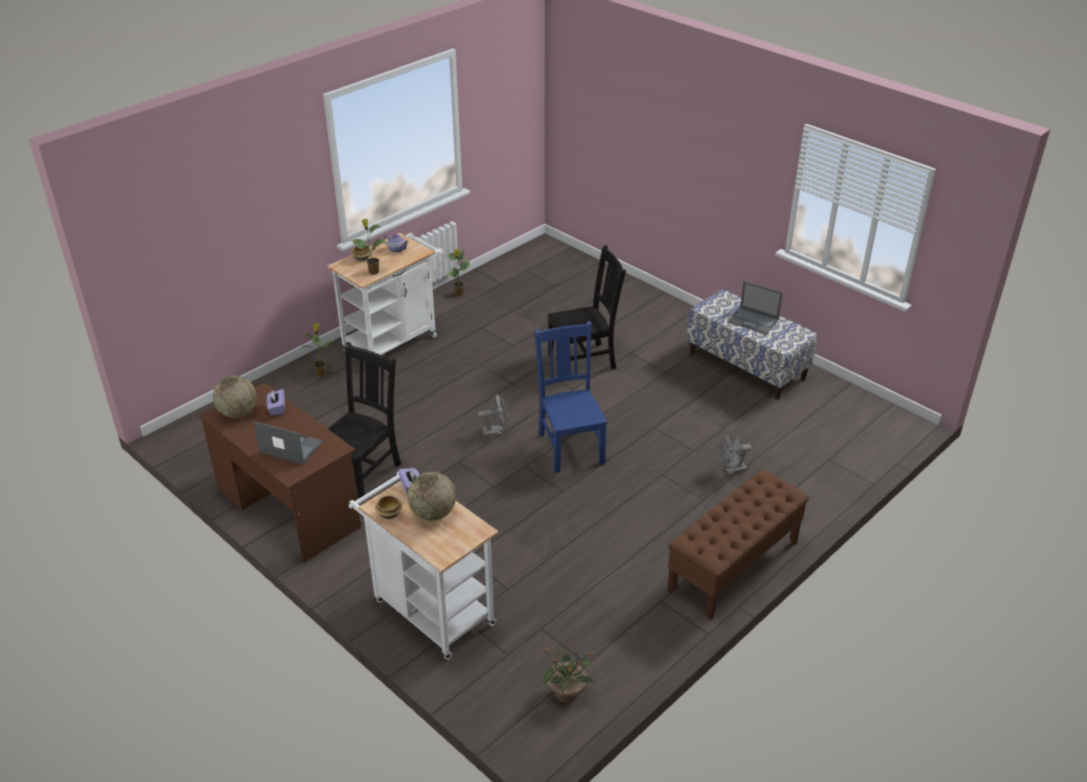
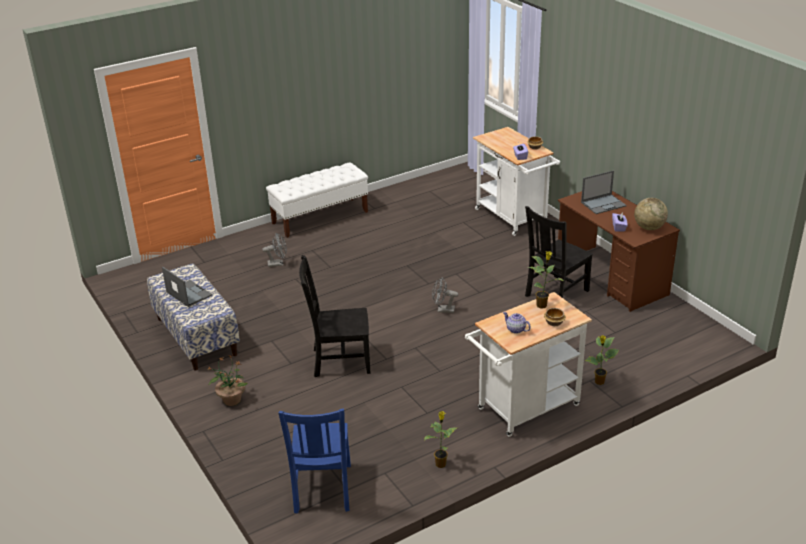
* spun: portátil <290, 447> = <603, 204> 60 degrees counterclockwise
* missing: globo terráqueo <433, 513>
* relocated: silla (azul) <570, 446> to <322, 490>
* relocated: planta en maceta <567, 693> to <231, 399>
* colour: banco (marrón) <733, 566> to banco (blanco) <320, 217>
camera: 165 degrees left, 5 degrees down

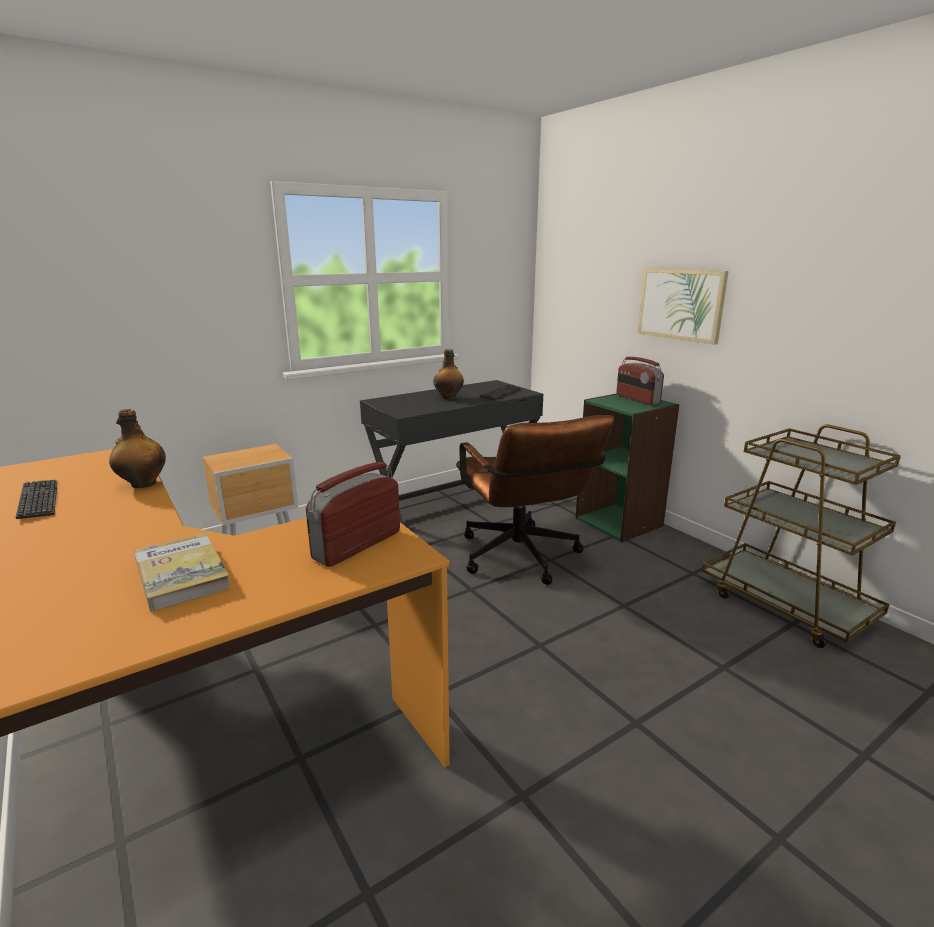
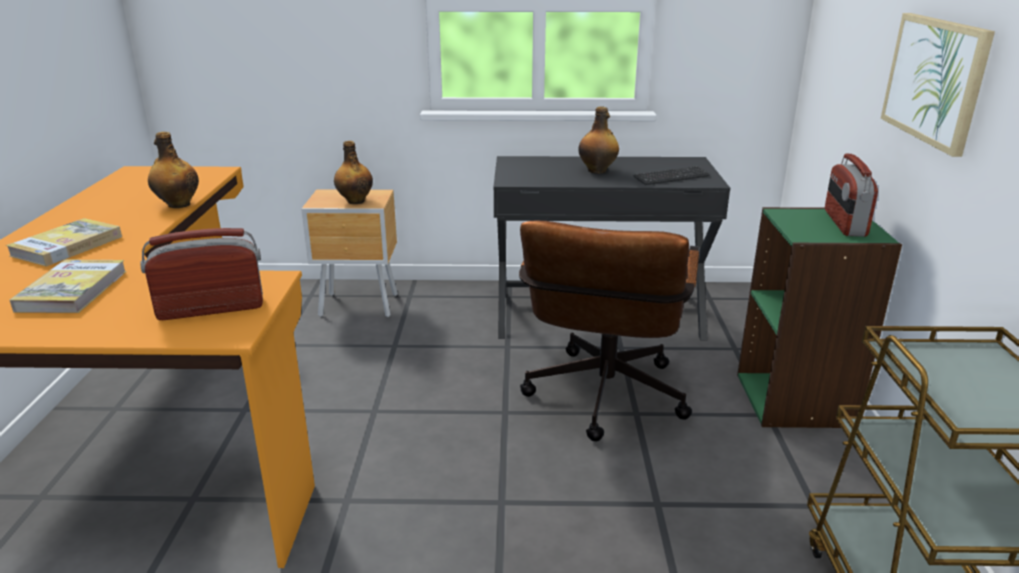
* missing: teclado <39, 500>
* appeared: libro <67, 246>
* appeared: botella <355, 201>
camera: 35 degrees right, 5 degrees up

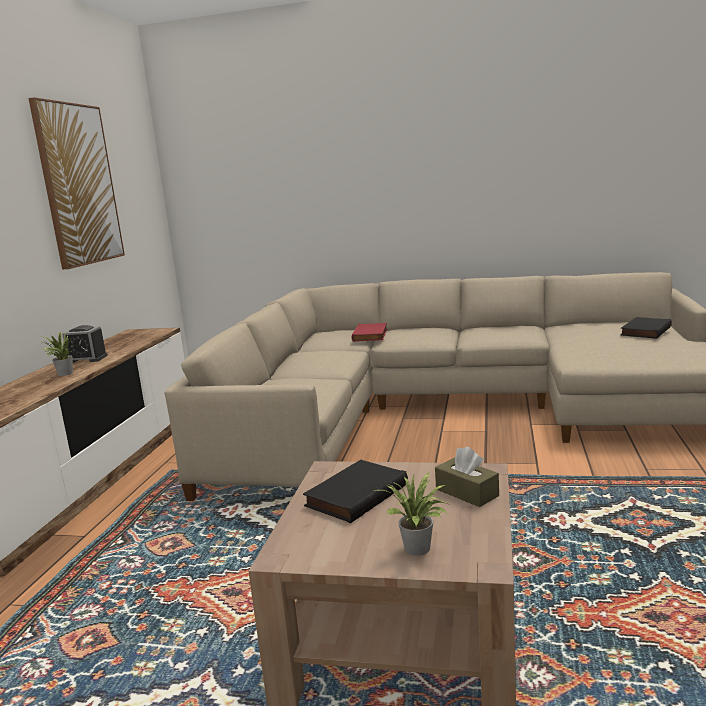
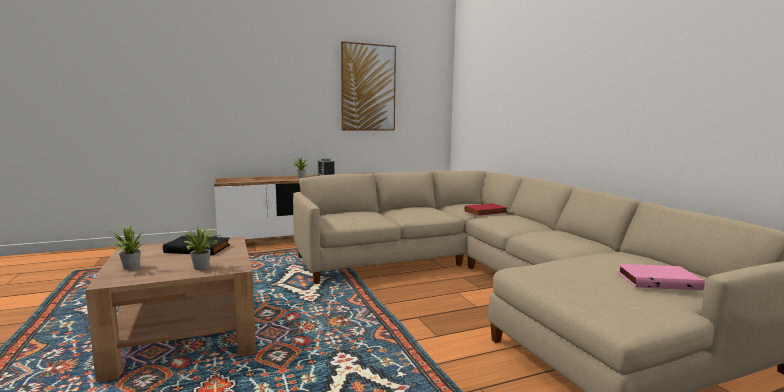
* exchanged: caja de pañuelos (marrón) <467, 492> to planta en maceta <203, 267>
* colour: libro (negro) <644, 331> to libro (rosa) <657, 280>
camera: 55 degrees right, 5 degrees down

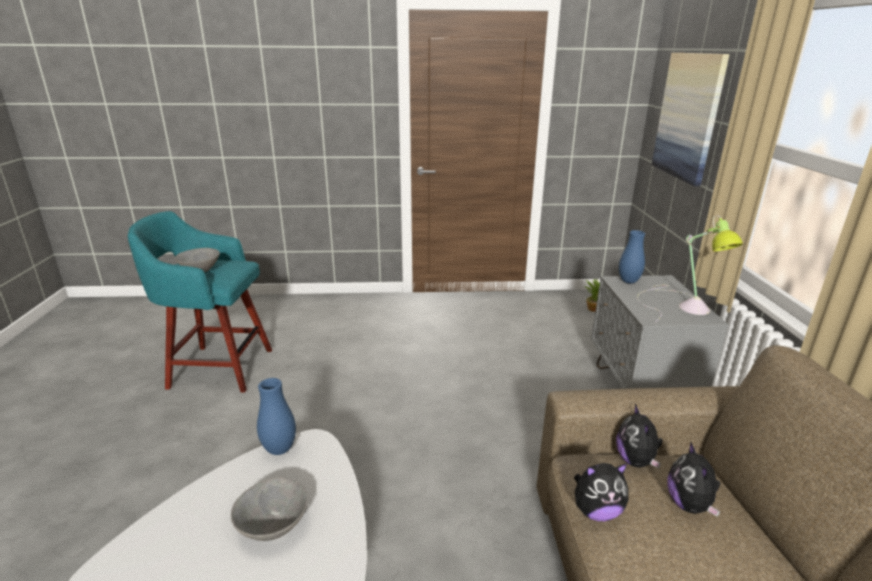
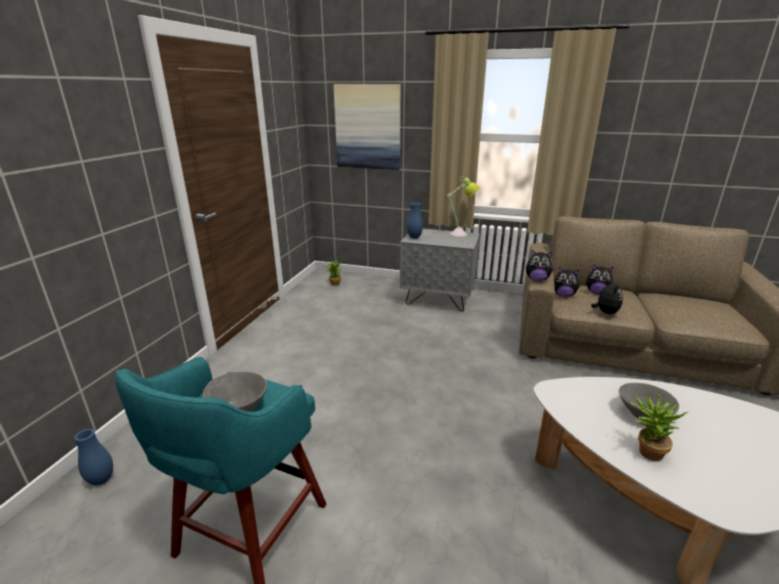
* relocated: florero (azul) <279, 449> to <101, 480>
* appeared: peluche <537, 279>
* appeared: planta en maceta <645, 451>
camera: 70 degrees left, 0 degrees up

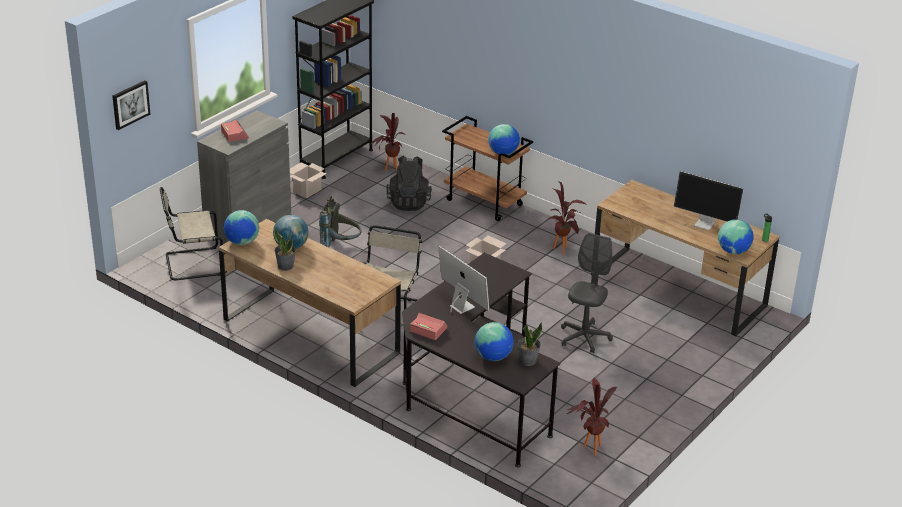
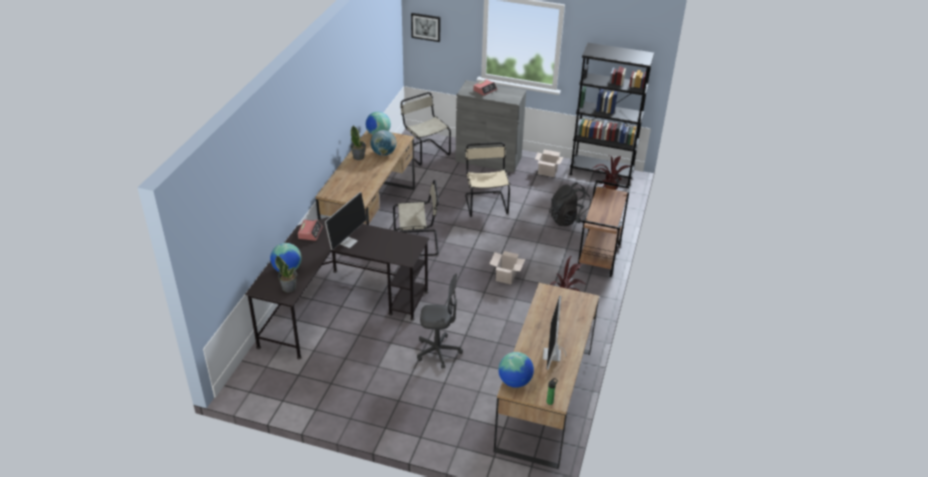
* exchanged: mochila (gris) <340, 246> to silla (beis) <486, 203>
* missing: globo terráqueo <503, 153>
* missing: planta en maceta <588, 448>
camera: 70 degrees right, 5 degrees up

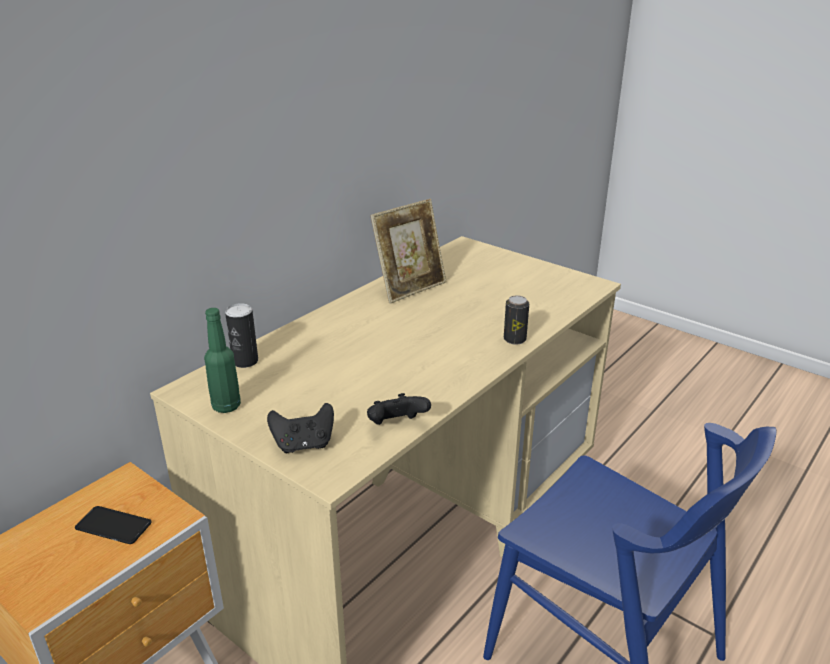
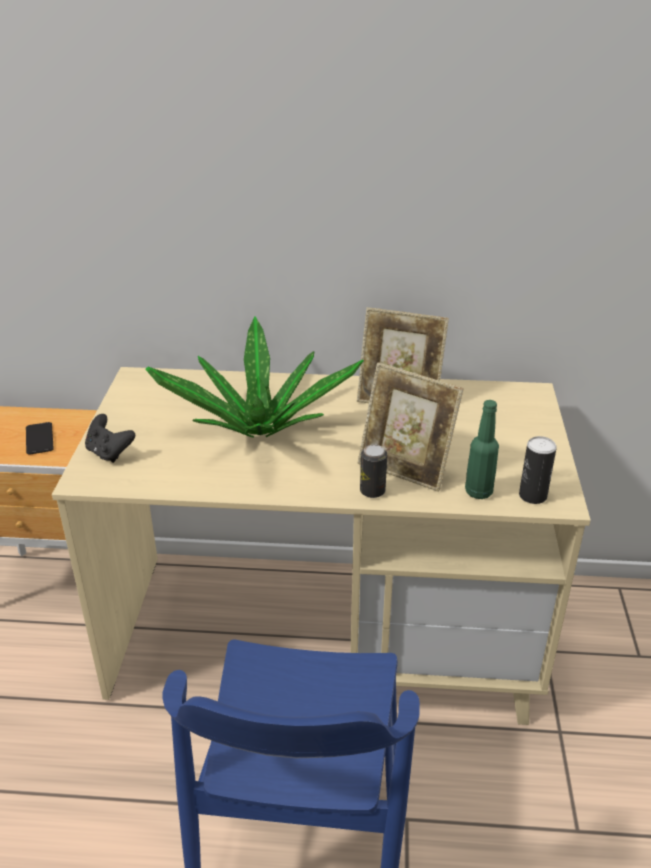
* relocated: botella (verde) <226, 406> to <478, 492>
* relocated: lata <245, 361> to <532, 496>
* missing: mando de consola (negro) <396, 426>
* appeared: planta en maceta <259, 428>
* appeared: portarretratos <405, 469>
camera: 55 degrees right, 5 degrees up

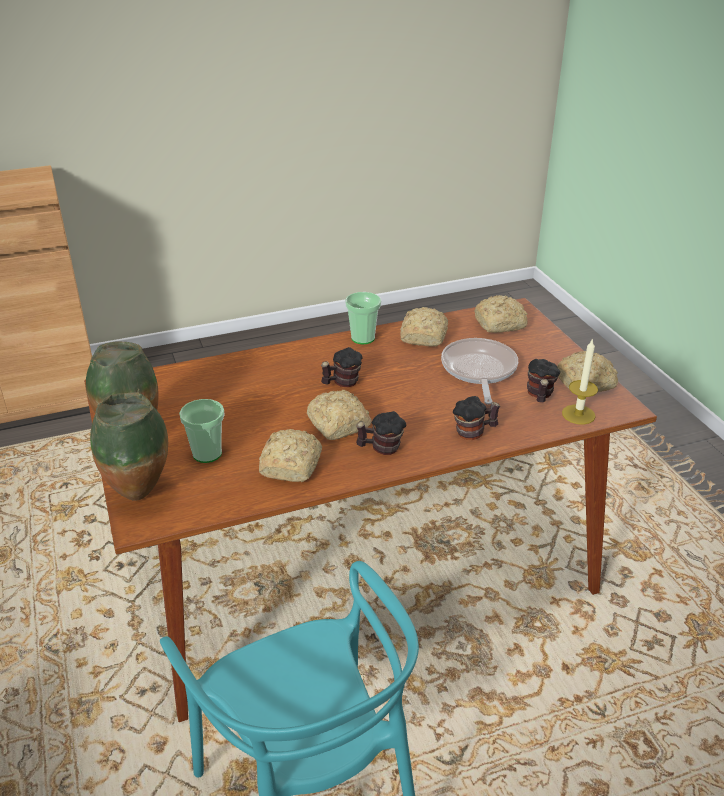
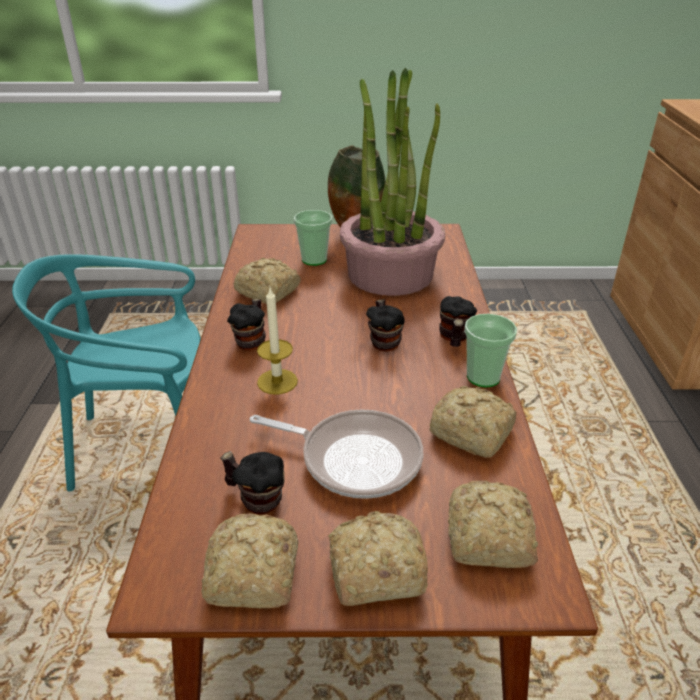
* missing: florero <141, 495>
* relocated: pan <338, 425> to <373, 570>
* relocated: taza grande <474, 433> to <454, 339>
* relocated: vela <578, 414> to <277, 381>
* appeared: planta en maceta <390, 274>
camera: 110 degrees right, 0 degrees up

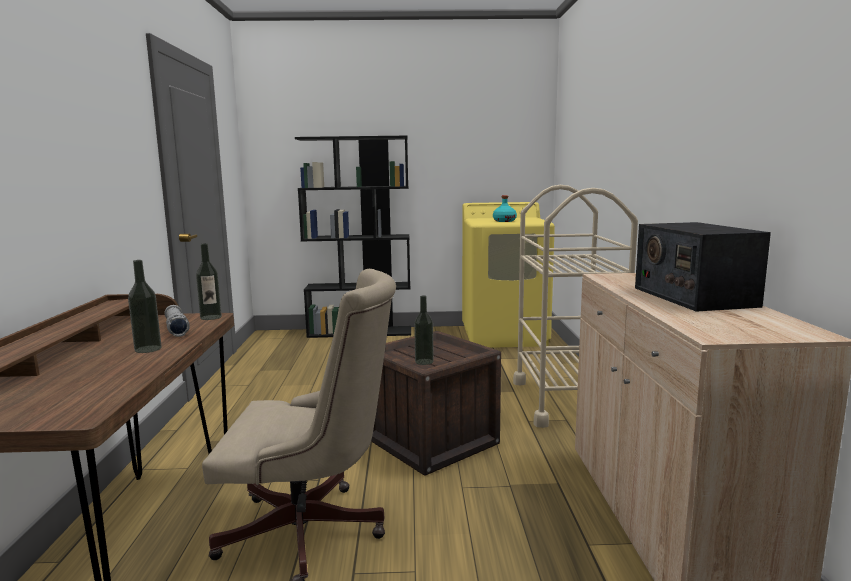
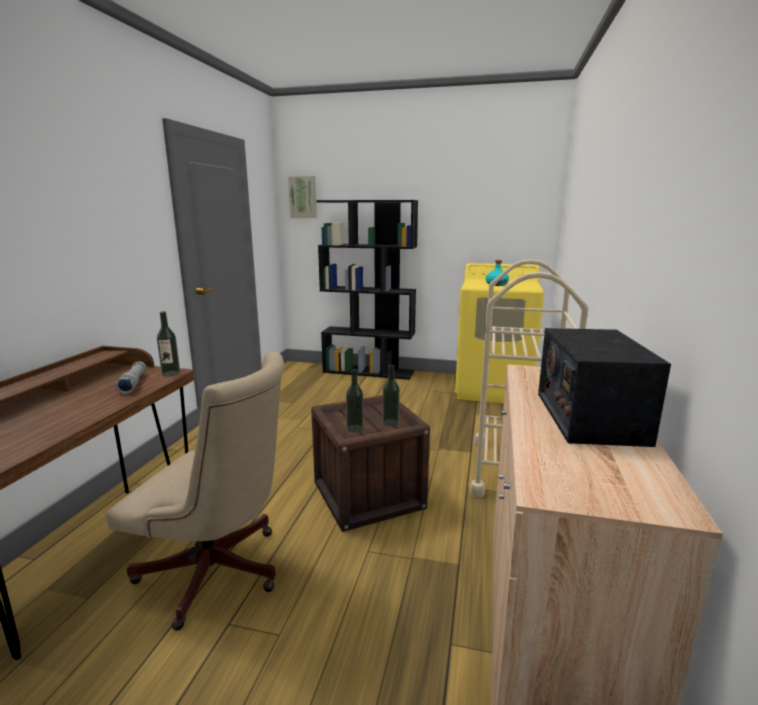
* relocated: botella <148, 349> to <390, 422>
* appeared: cuadro <303, 197>
camera: 15 degrees right, 5 degrees up

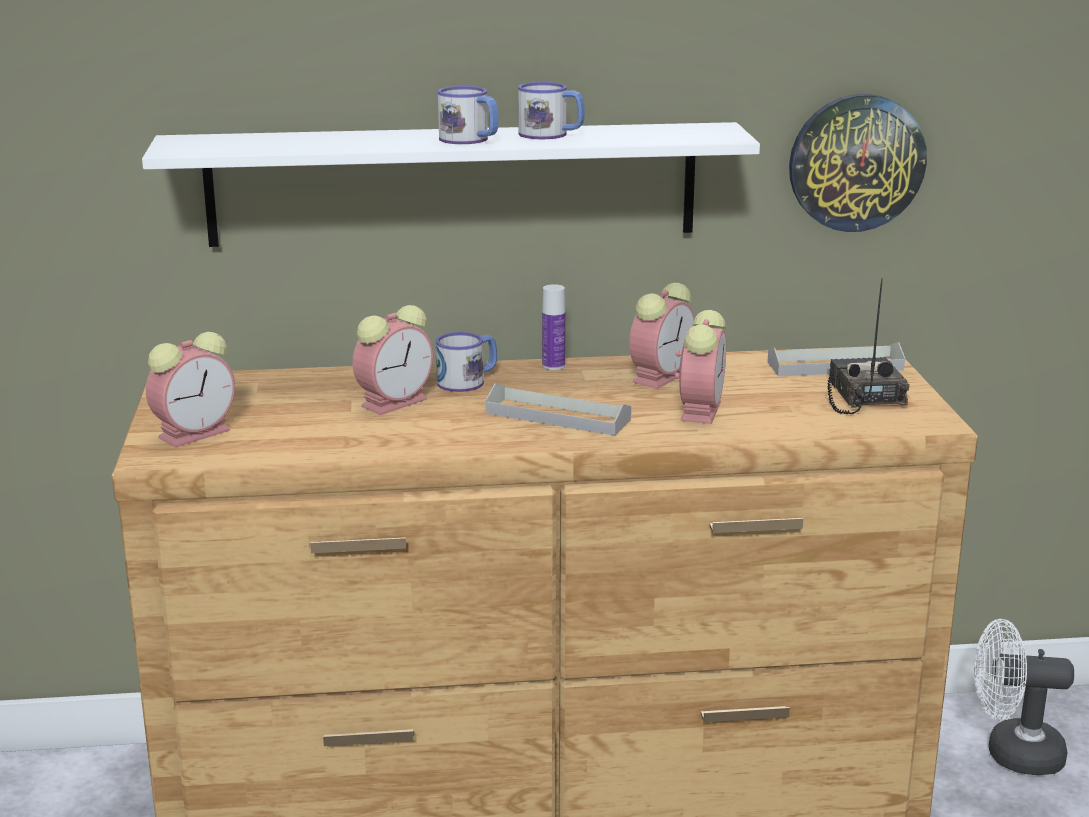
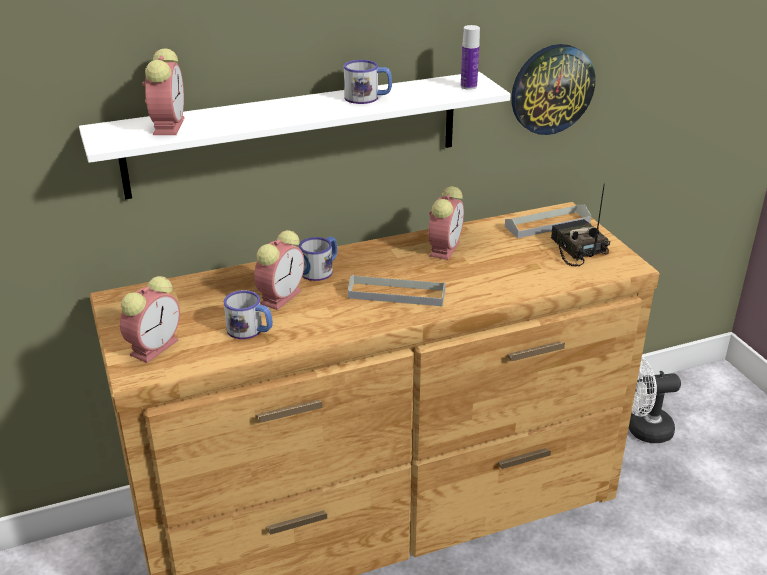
* relocated: taza grande <470, 140> to <250, 330>
* relocated: botella <553, 366> to <468, 86>
* relocated: despertador <700, 410> to <168, 125>
camera: 15 degrees left, 10 degrees up

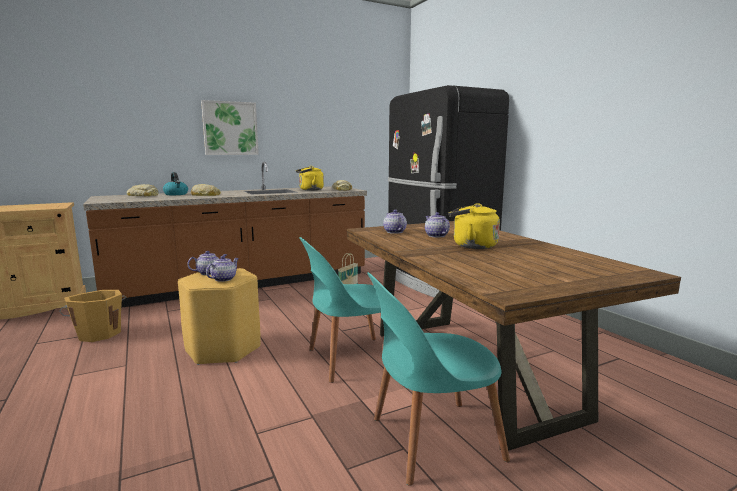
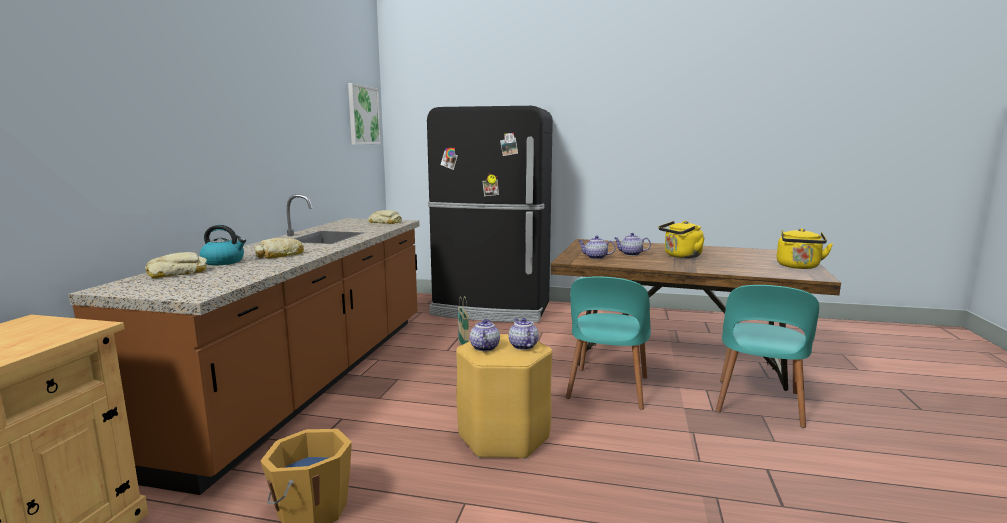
* relocated: cuadro <230, 128> to <363, 115>
* relocated: hervidor (amarillo) <309, 190> to <798, 267>
camera: 50 degrees left, 0 degrees up

